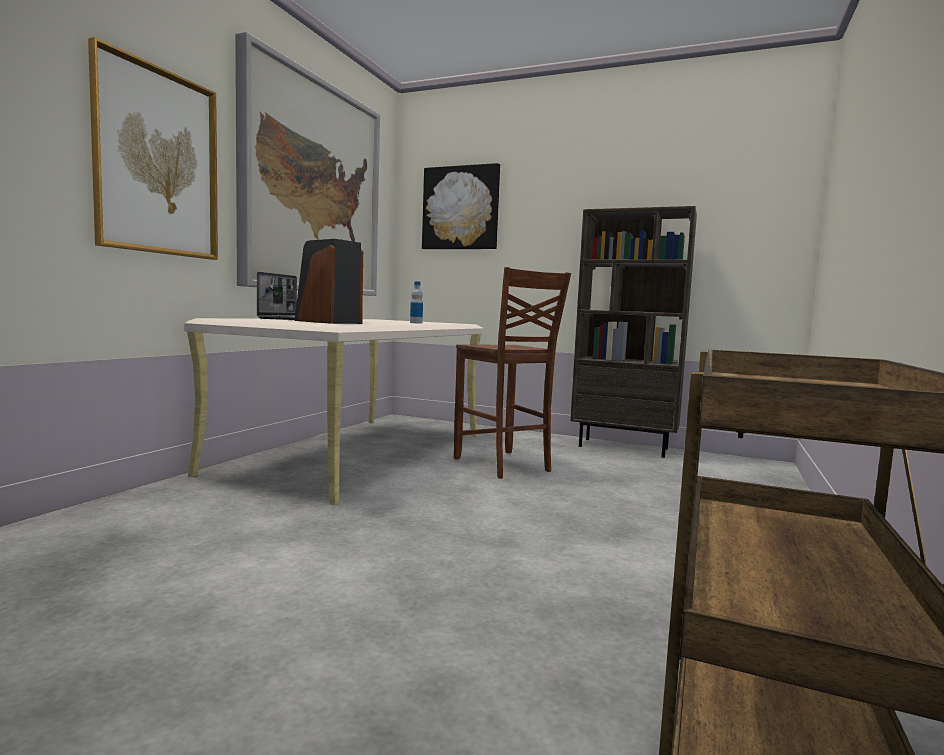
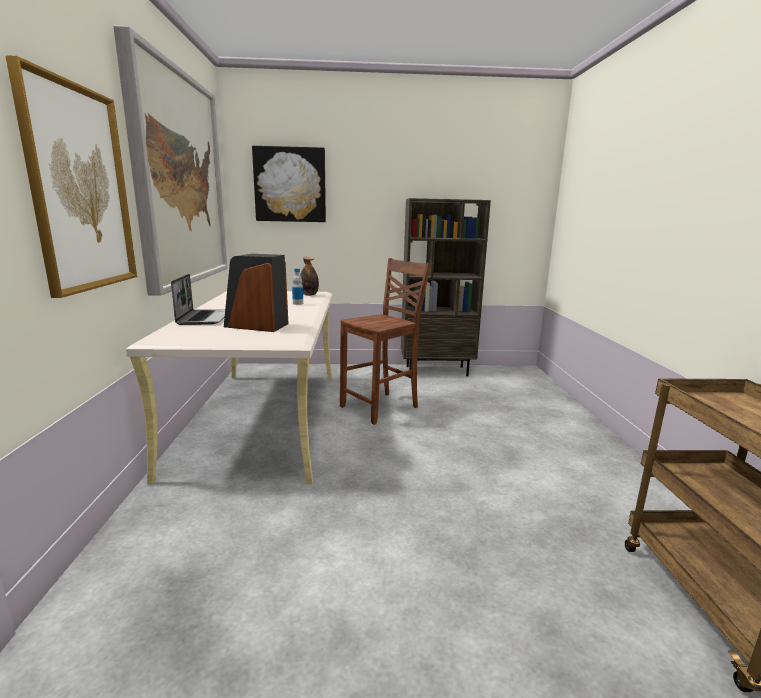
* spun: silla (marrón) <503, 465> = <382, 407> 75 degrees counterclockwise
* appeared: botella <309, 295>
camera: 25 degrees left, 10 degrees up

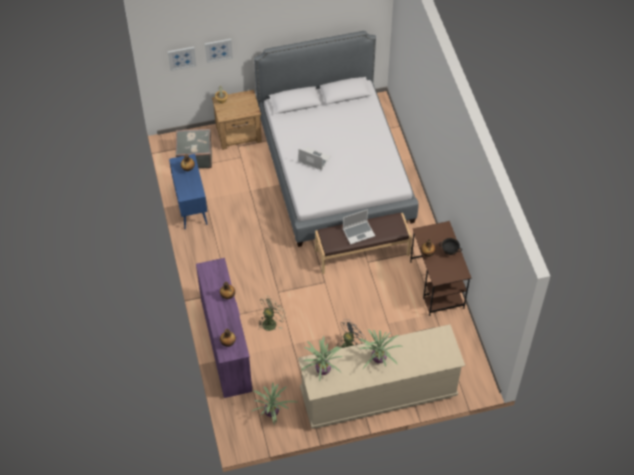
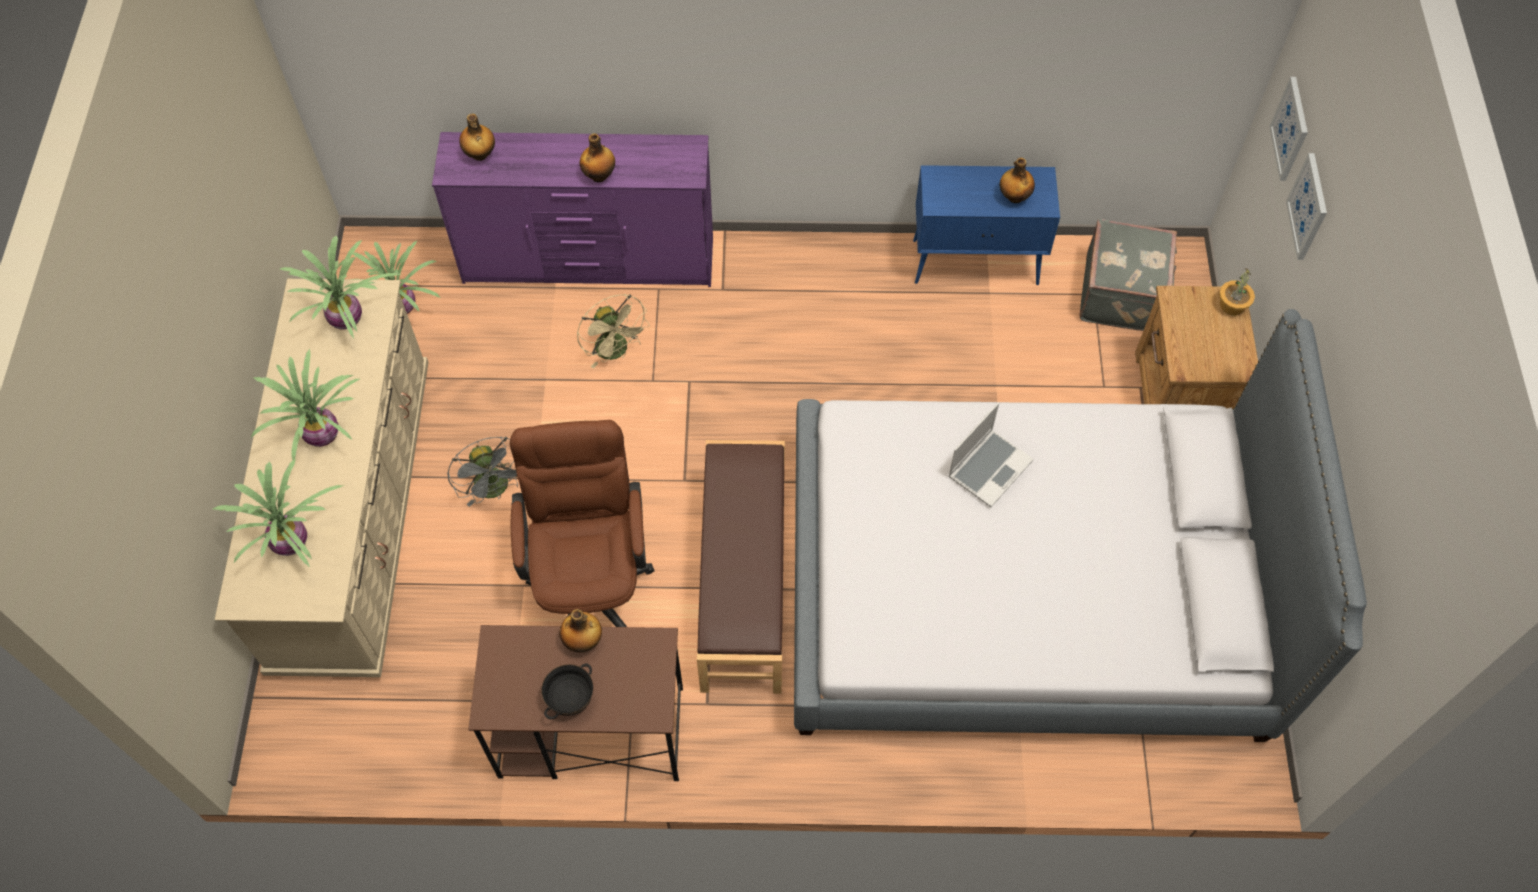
* missing: portátil <358, 232>
* appeared: planta en maceta <293, 542>
* appeared: silla de oficina (marrón) <591, 581>
camera: 105 degrees right, 5 degrees up

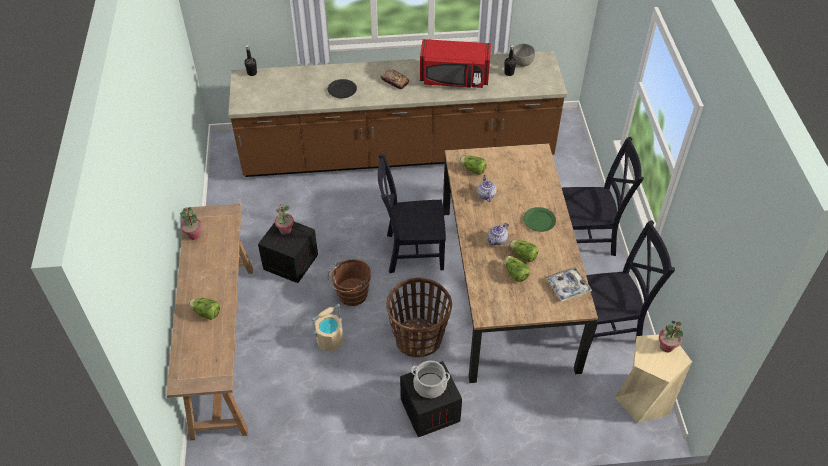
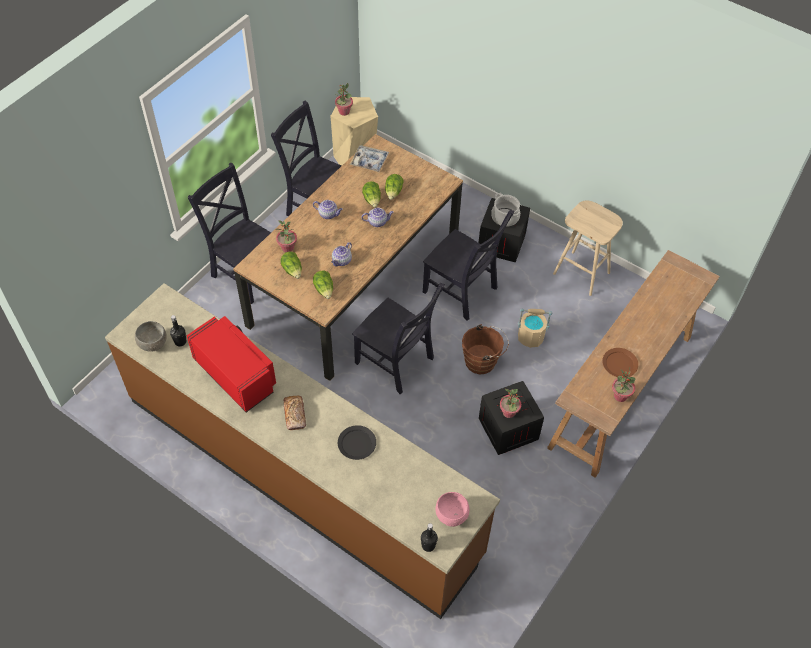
* relocated: lechuga <206, 313> to <293, 270>
* exchanged: cesta <418, 338> to silla (negro) <462, 292>
* exchanged: plato (verde) <539, 221> to tetera <328, 214>
* appeared: planta en maceta <287, 248>
* appeared: cuenco (rosa) <452, 515>
* appeared: taburete (beis) <582, 273>
* appeared: plato (marrón) <619, 363>
camera: 140 degrees left, 5 degrees up

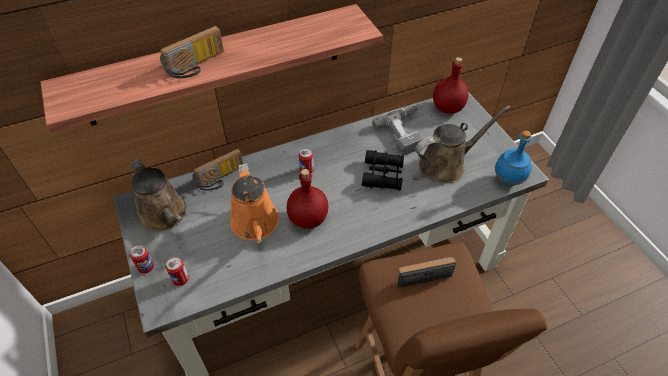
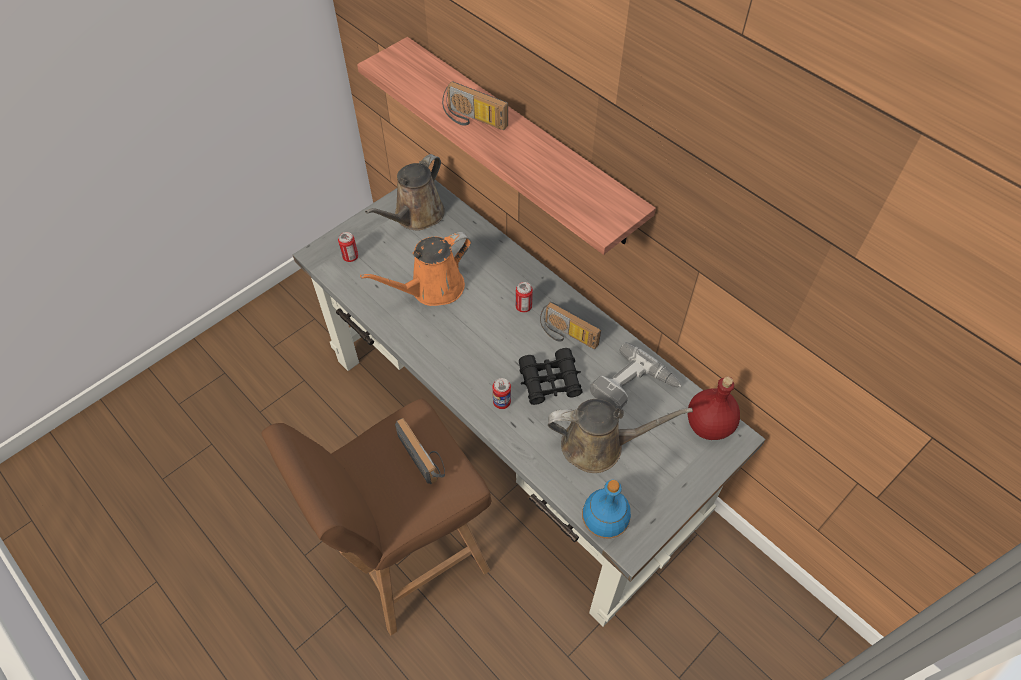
* relocated: lata <146, 267> to <501, 402>
* relocated: radio <221, 179> to <566, 336>
* missing: botella (rojo) <307, 218>
* spun: regadera (marrón) <446, 165> = <599, 445> 45 degrees counterclockwise
camera: 70 degrees right, 5 degrees up

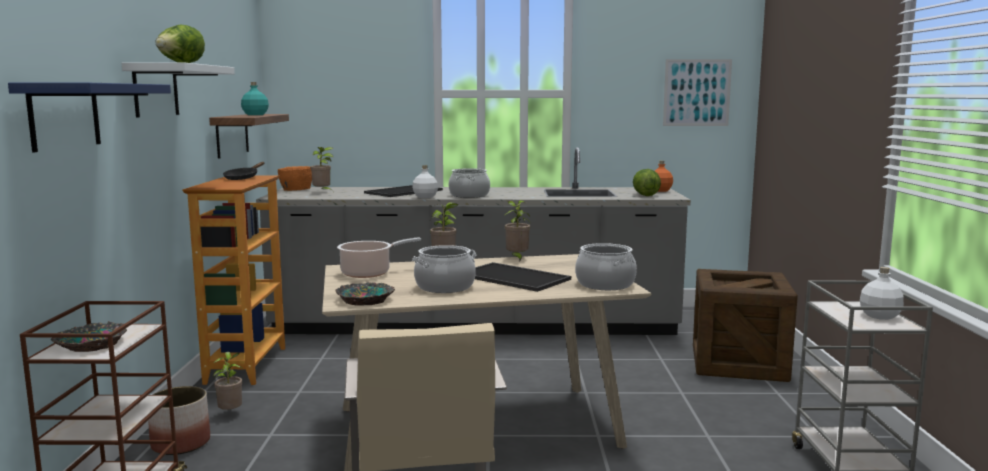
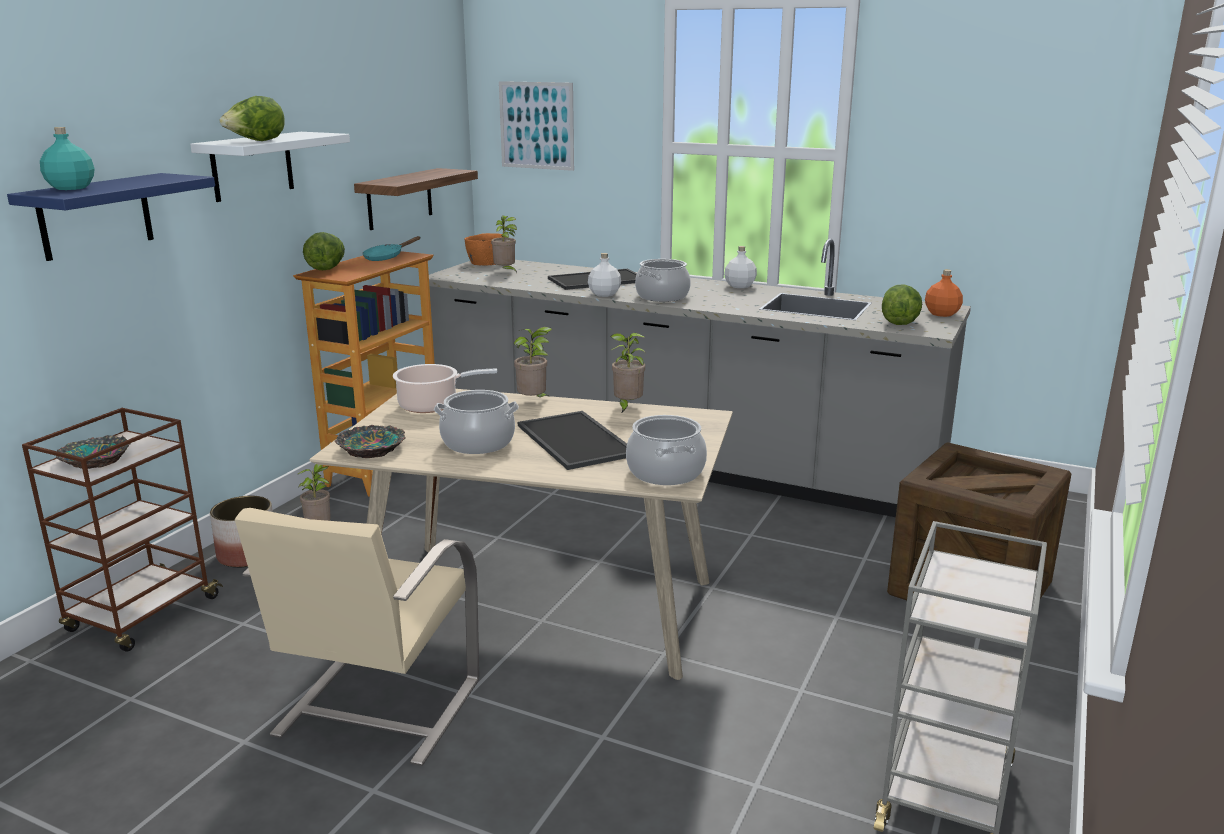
* colour: sartén (negro) <243, 178> to sartén (turquesa) <386, 257>
* relocated: botella (turquesa) <255, 115> to <71, 188>
* relocated: cuadro <697, 92> to <536, 125>
* relocated: botella (blanco) <879, 316> to <739, 286>
* appeared: lechuga <327, 268>
camera: 25 degrees right, 10 degrees up

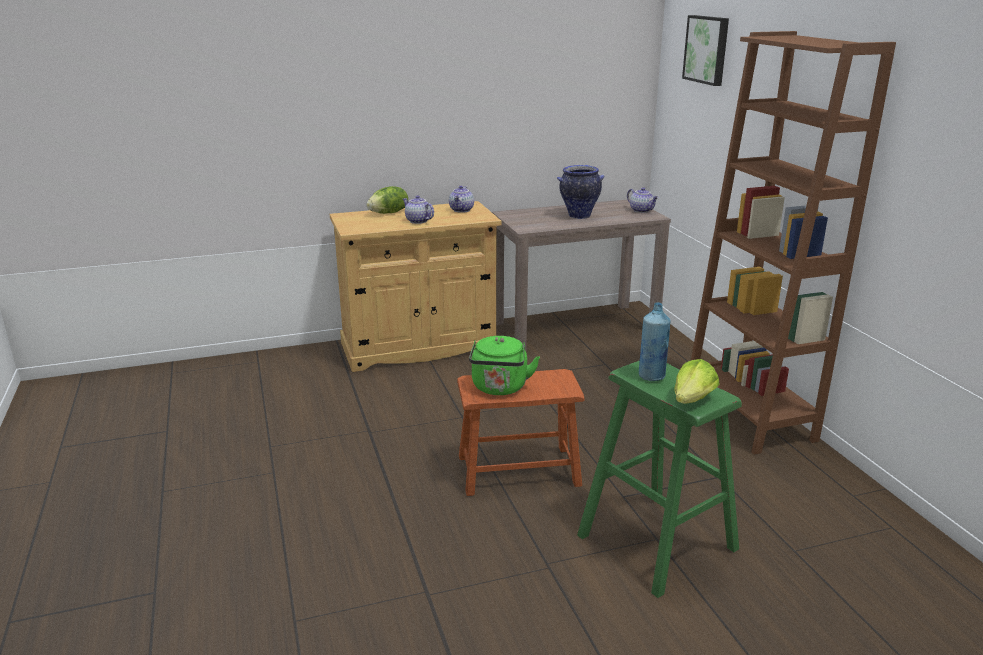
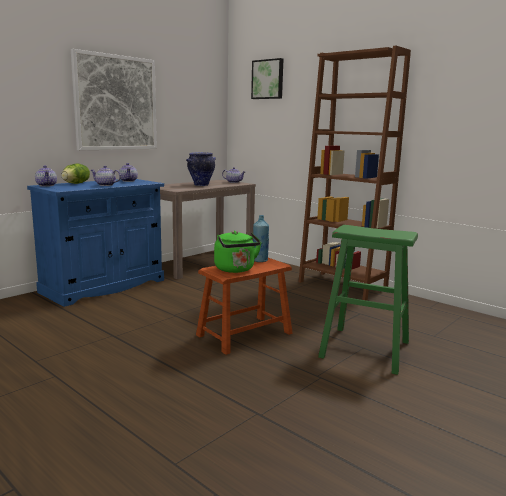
* colour: armario (beis) <419, 347> to armario (azul) <104, 286>
* relocated: botella (azul) <651, 376> to <260, 260>
* missing: lechuga <692, 400>
* appeared: tetera <47, 185>
* appeared: cuadro <116, 103>
camera: 30 degrees left, 10 degrees down

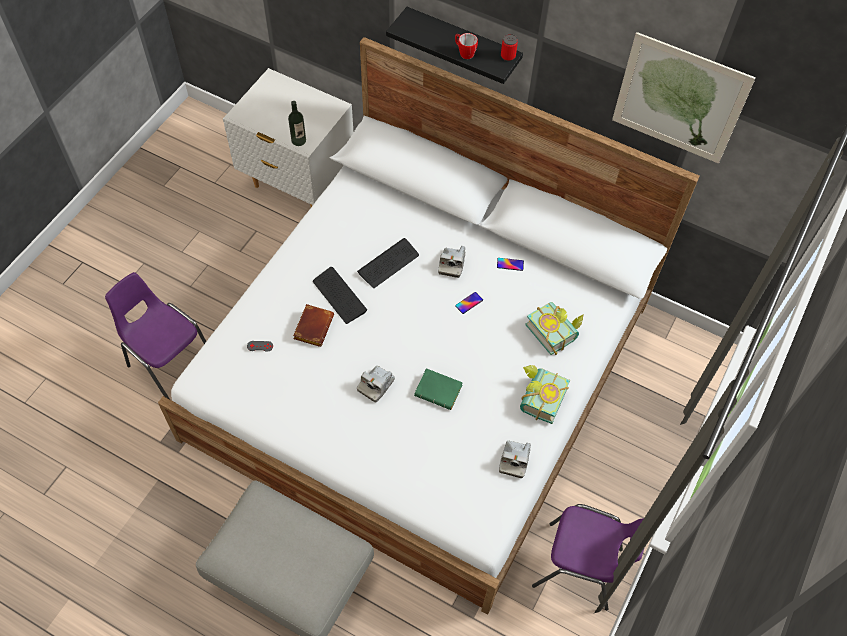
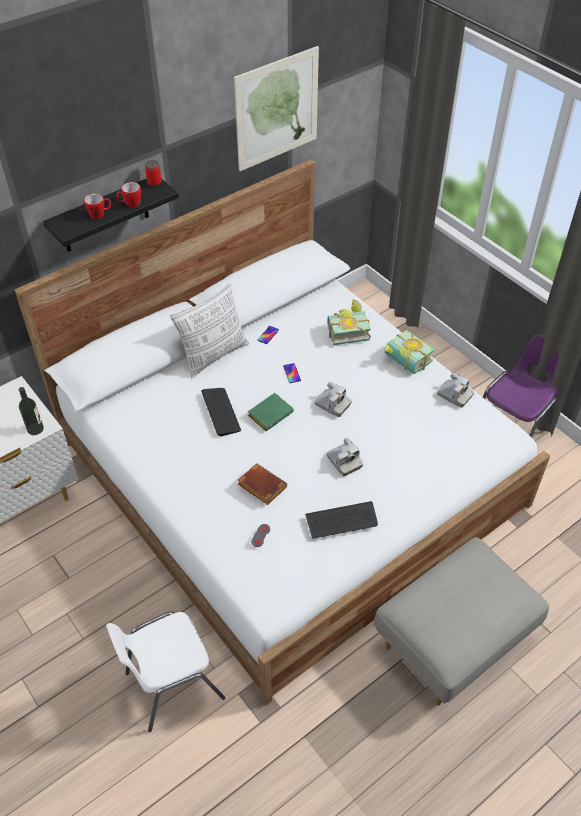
* colour: silla (morado) <171, 364> to silla (blanco) <171, 685>
* relocated: teclado <339, 296> to <341, 521>
* relocated: libro (verde) <440, 390> to <270, 413>
* relocated: cámara <451, 264> to <332, 405>
* appeared: taza grande <100, 214>
* appeared: cojín <214, 355>
camera: 65 degrees left, 10 degrees down

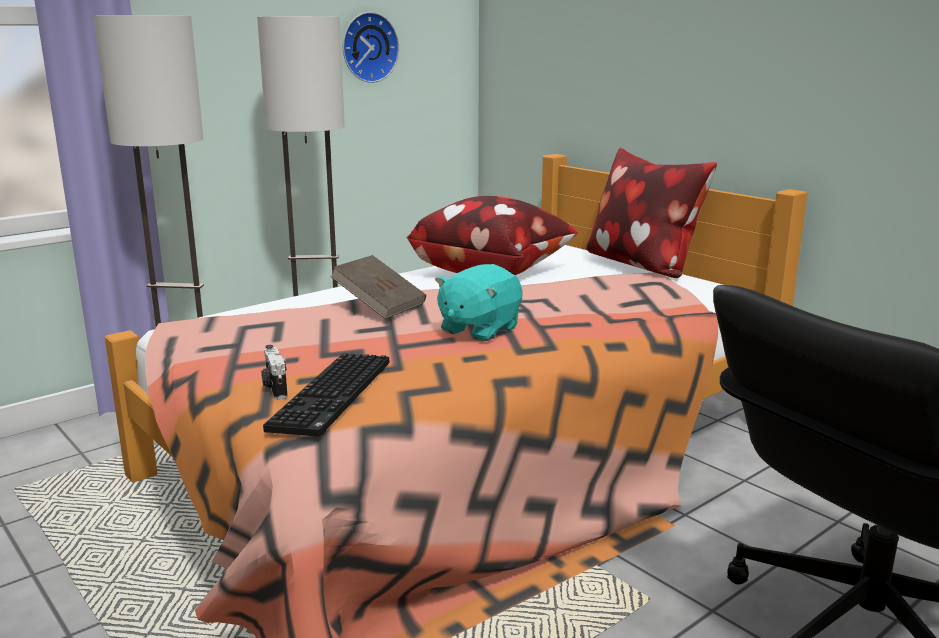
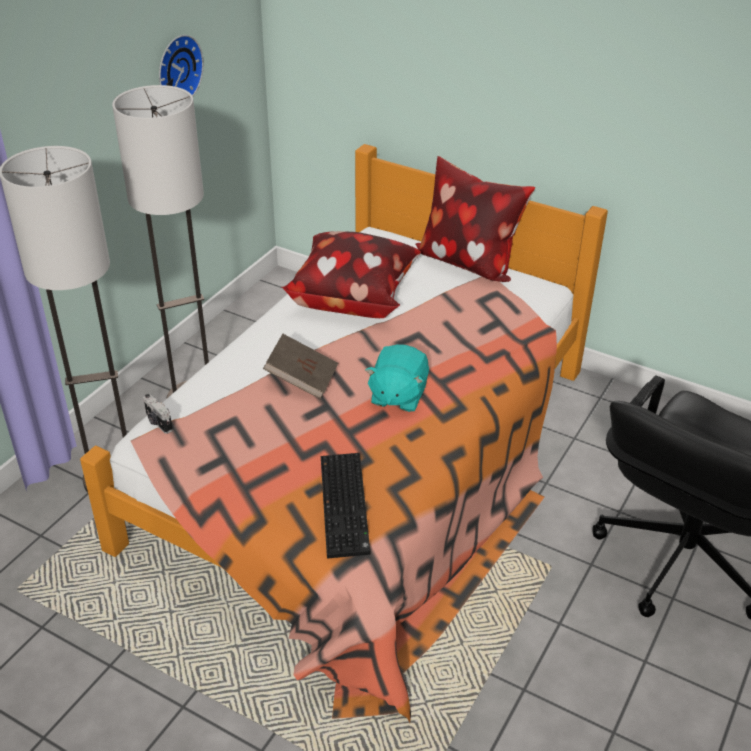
* relocated: cámara <275, 388> to <158, 422>
camera: 20 degrees left, 20 degrees up

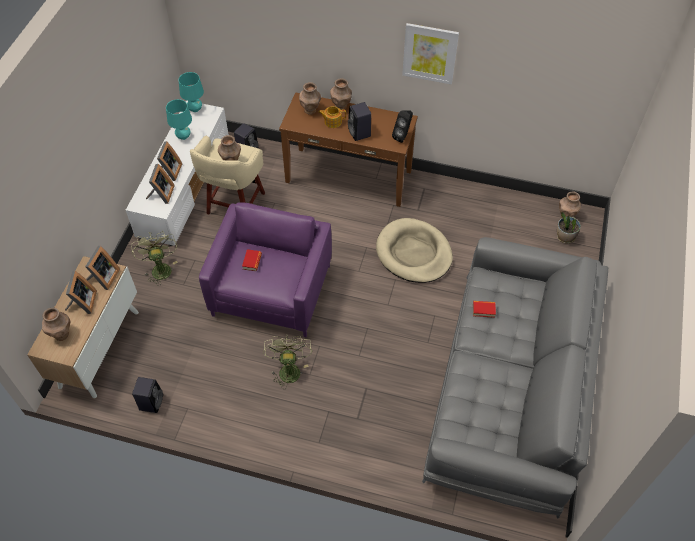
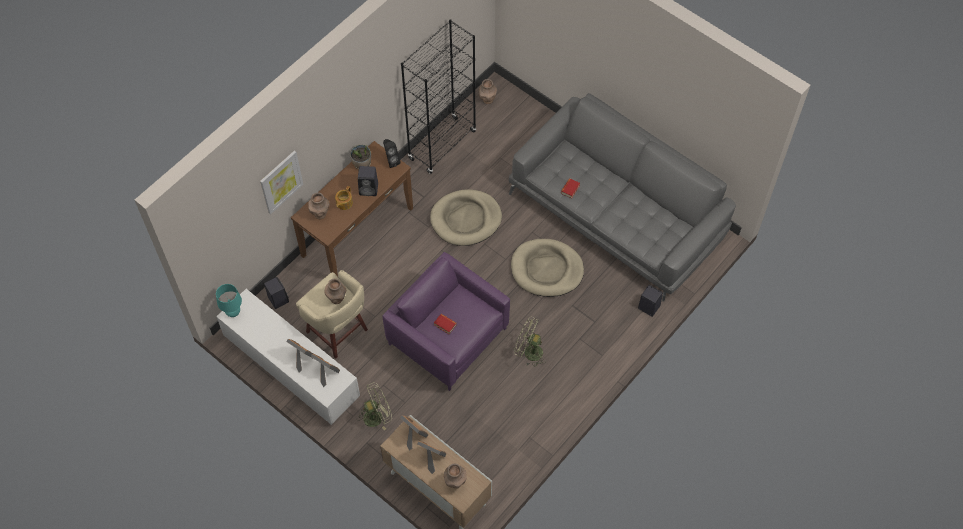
* spun: ventilador (verde) <159, 268> = <376, 416> 150 degrees clockwise
* relocated: altavoz (negro) <151, 401> to <648, 307>
* missing: lámpara de mesa (turquesa) <183, 136>
* missing: florero (marrón) <341, 106>
* relocated: cuadro <430, 53> to <281, 182>
* relocated: planta en maceta <565, 237> to <362, 164>
* appeared: estantería (negro) <442, 145>
* appeared: cama para perro (beis) <547, 269>
camera: 65 degrees left, 5 degrees up

